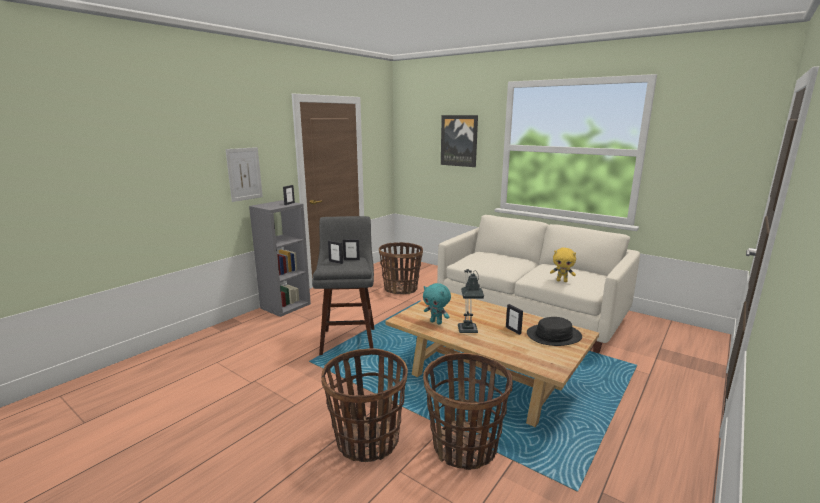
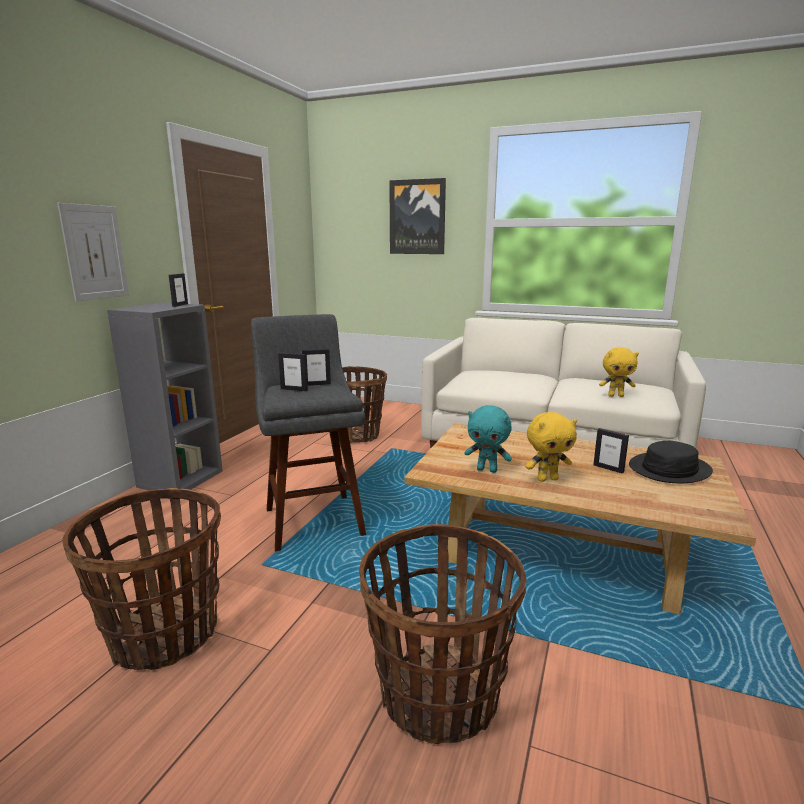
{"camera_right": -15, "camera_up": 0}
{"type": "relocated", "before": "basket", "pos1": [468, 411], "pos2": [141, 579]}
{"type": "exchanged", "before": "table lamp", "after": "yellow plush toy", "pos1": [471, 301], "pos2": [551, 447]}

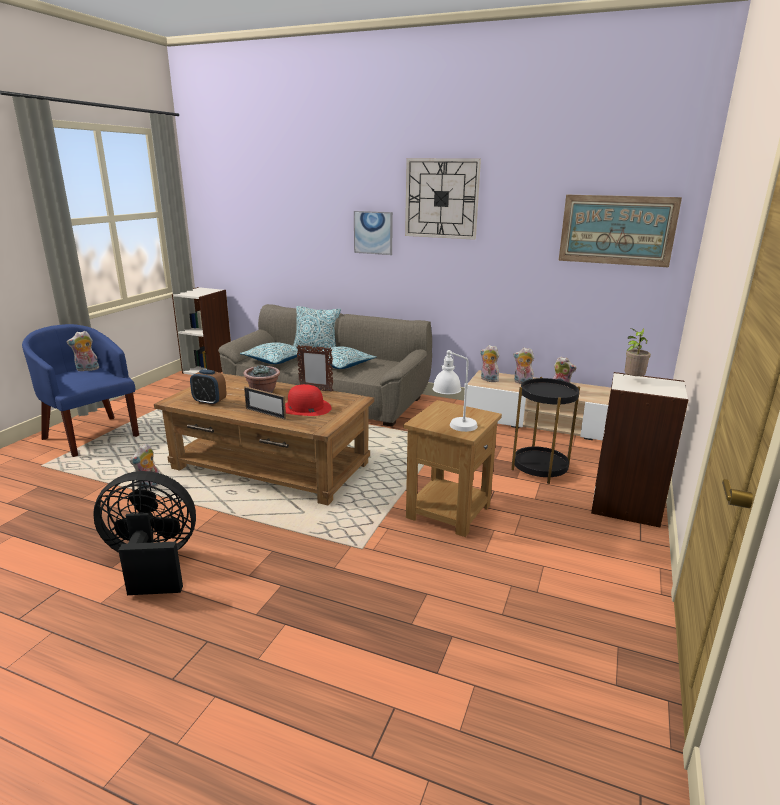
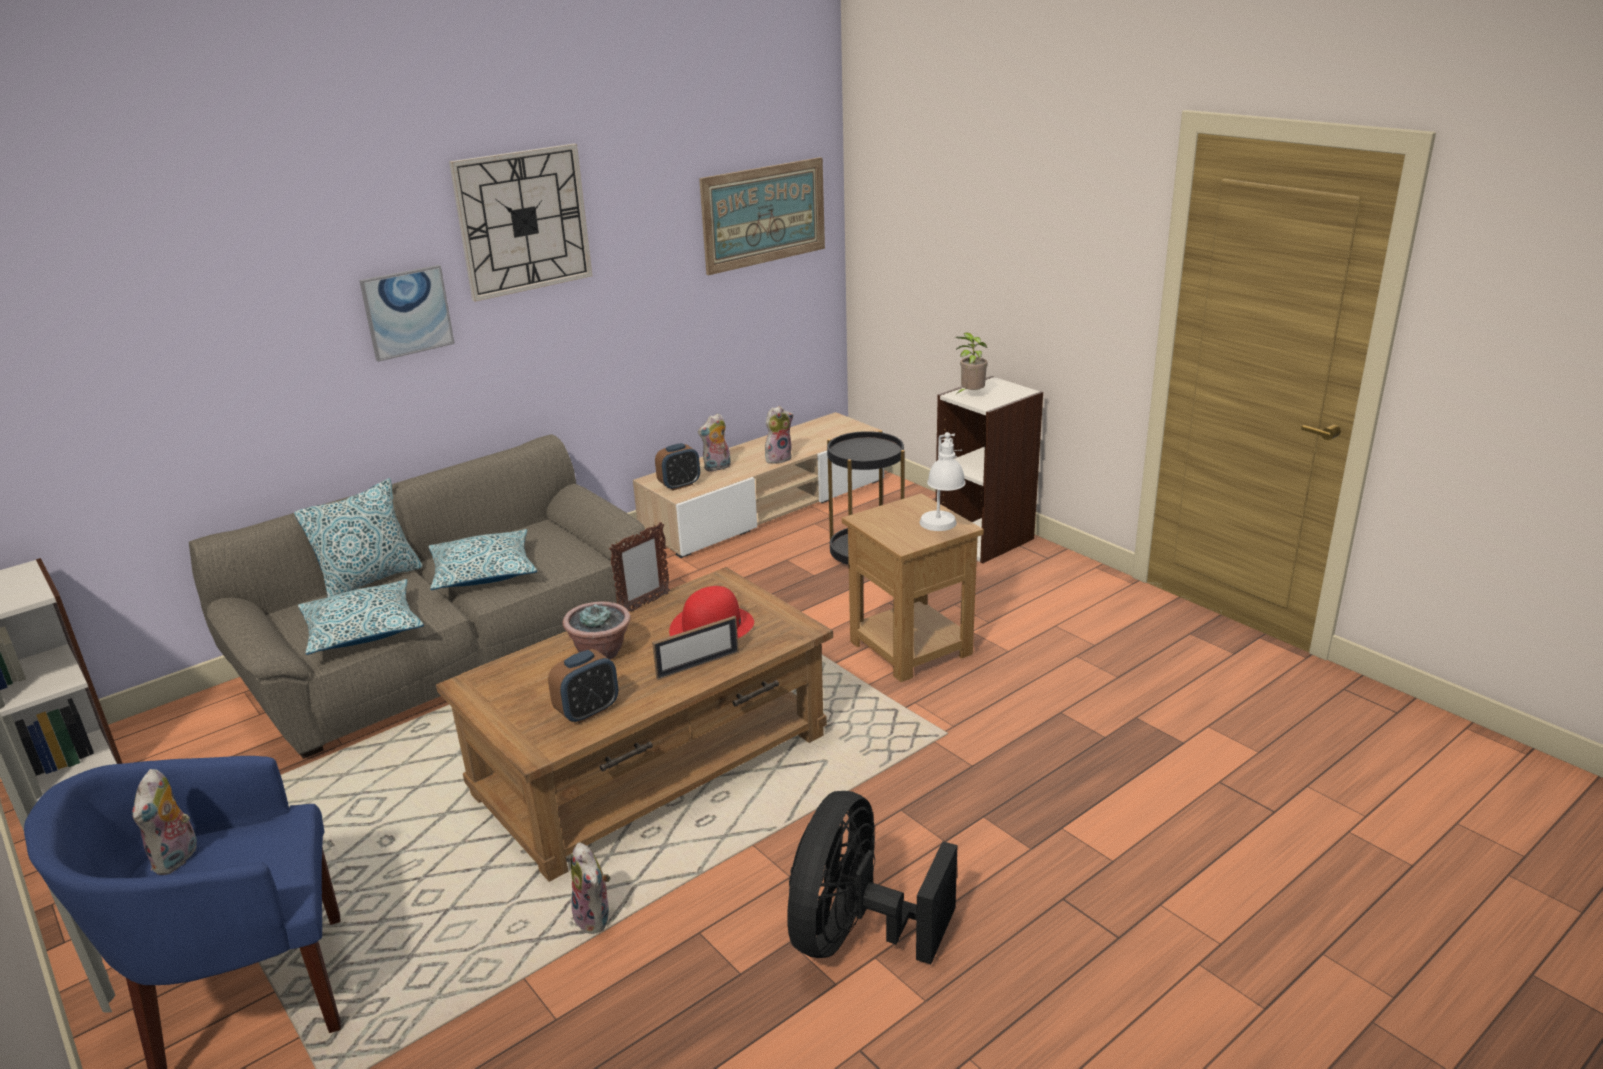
{"camera_right": -60, "camera_up": 5}
{"type": "exchanged", "before": "plush toy", "after": "alarm clock", "pos1": [489, 363], "pos2": [677, 467]}

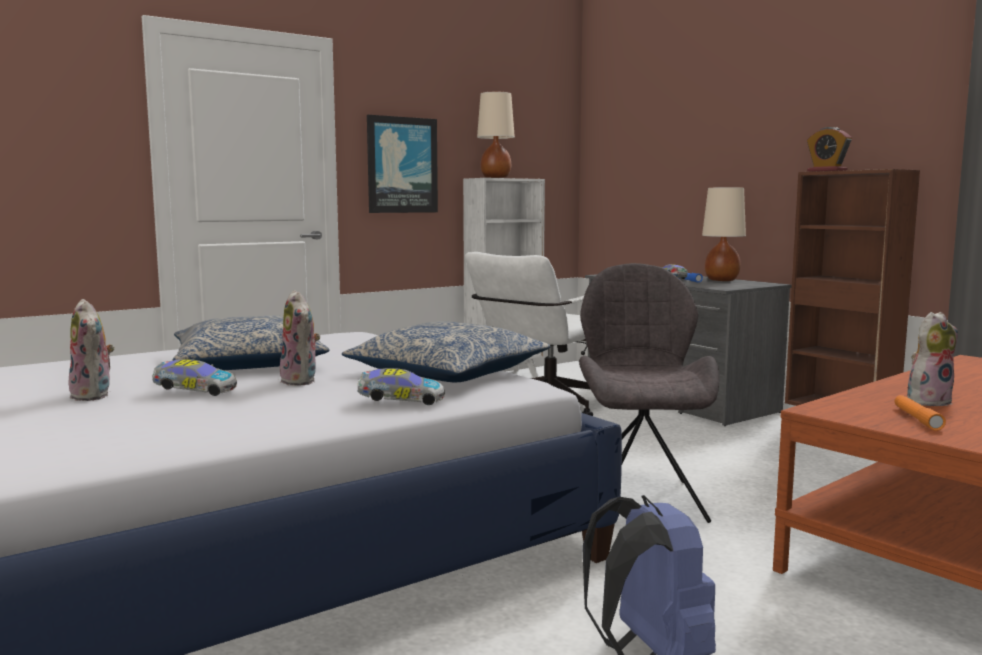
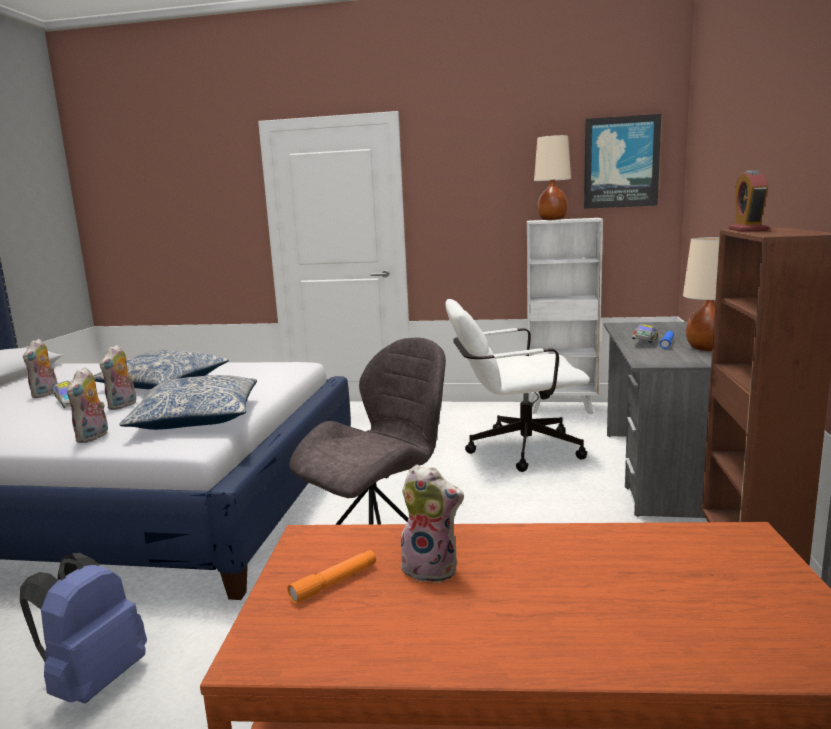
{"camera_right": 45, "camera_up": 5}
{"type": "exchanged", "before": "toy car", "after": "plush toy", "pos1": [401, 386], "pos2": [87, 405]}
{"type": "relocated", "before": "picture", "pos1": [402, 164], "pos2": [622, 161]}

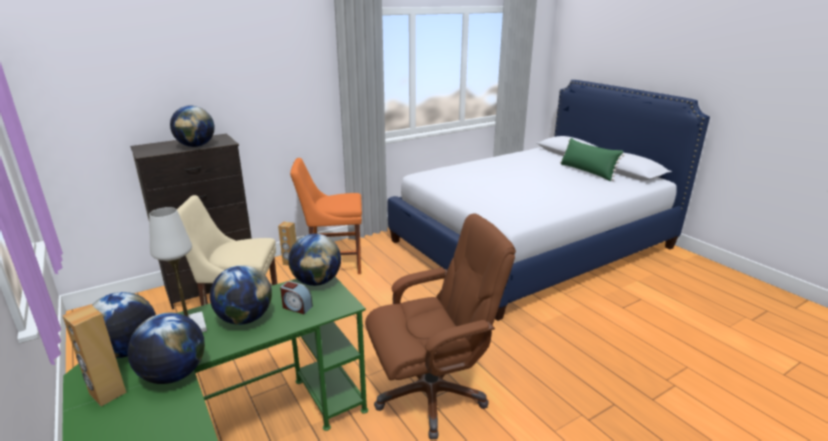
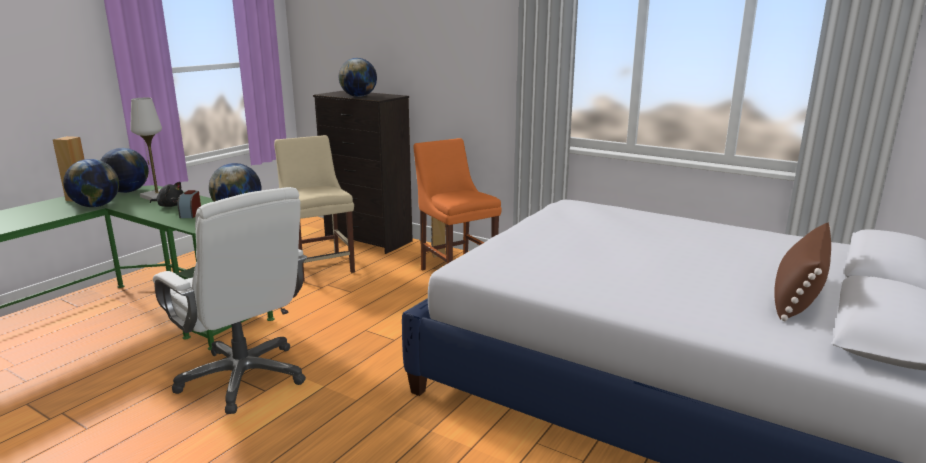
{"camera_right": 65, "camera_up": -5}
{"type": "exchanged", "before": "globe", "after": "black plush toy", "pos1": [241, 295], "pos2": [167, 194]}
{"type": "colour", "before": "brown office chair", "after": "white office chair", "pos1": [440, 326], "pos2": [230, 300]}
{"type": "colour", "before": "green pillow", "after": "brown pillow", "pos1": [592, 159], "pos2": [802, 271]}

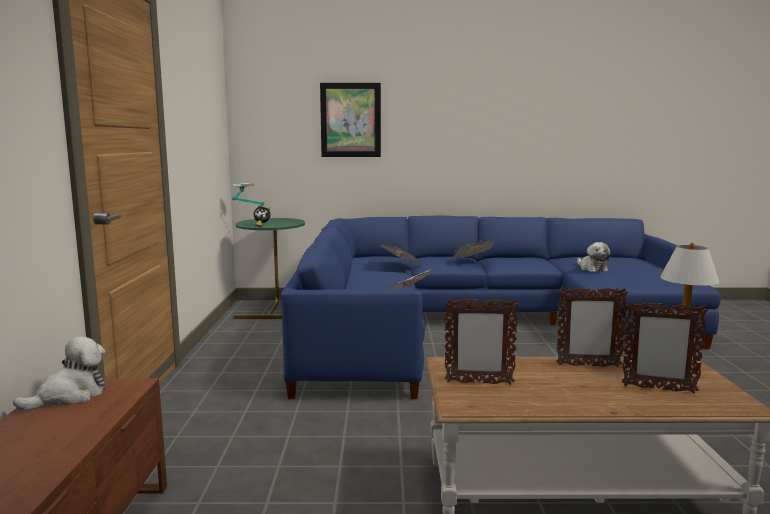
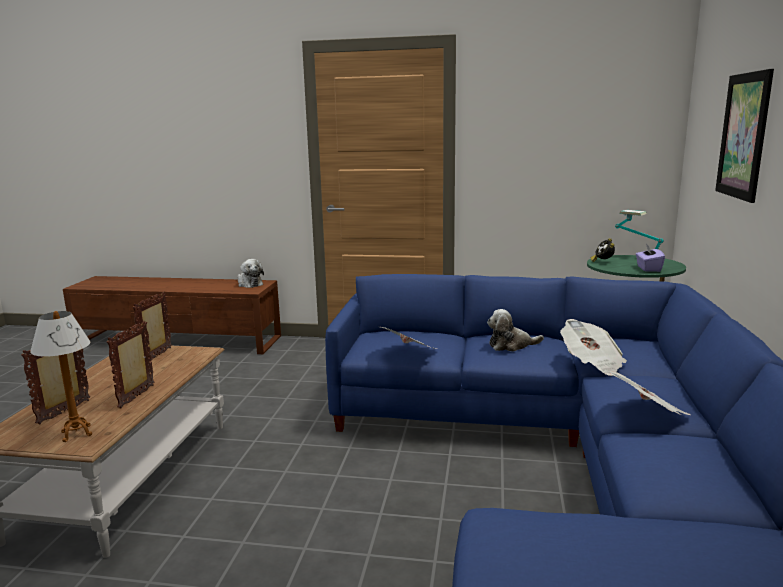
{"camera_right": 100, "camera_up": 5}
{"type": "relocated", "before": "plush toy", "pos1": [593, 257], "pos2": [515, 330]}
{"type": "appeared", "after": "purple tissue box", "pos2": [650, 258]}

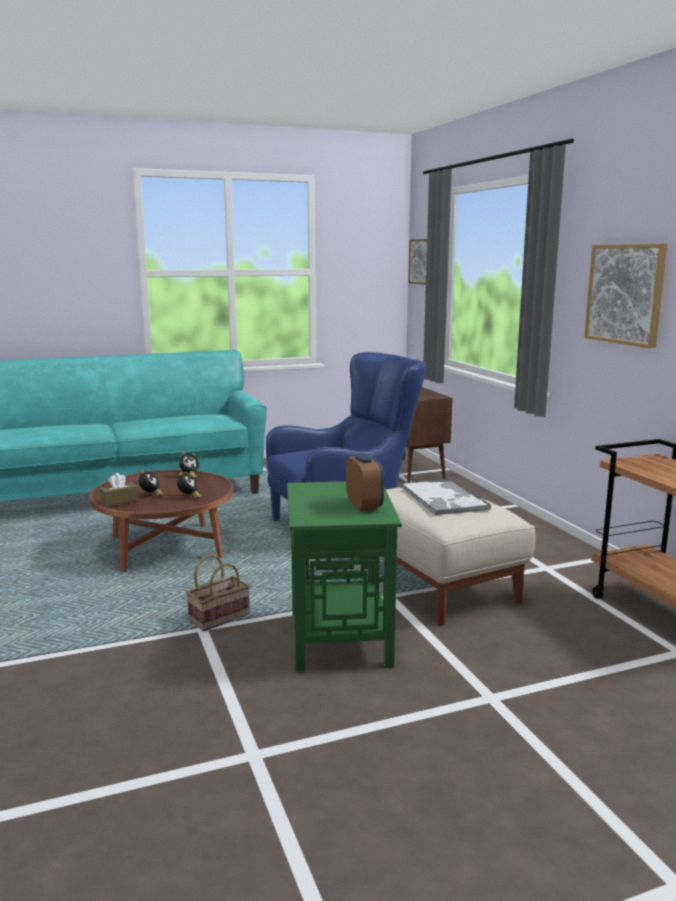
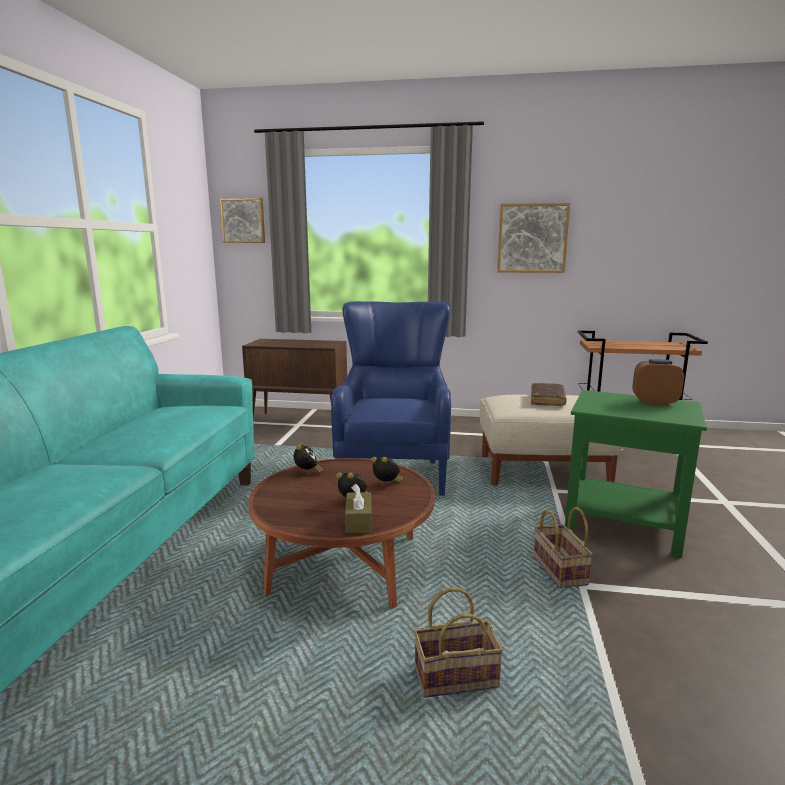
{"camera_right": -60, "camera_up": 0}
{"type": "appeared", "after": "basket", "pos2": [458, 643]}
{"type": "exchanged", "before": "tray", "after": "brown book", "pos1": [446, 497], "pos2": [549, 394]}

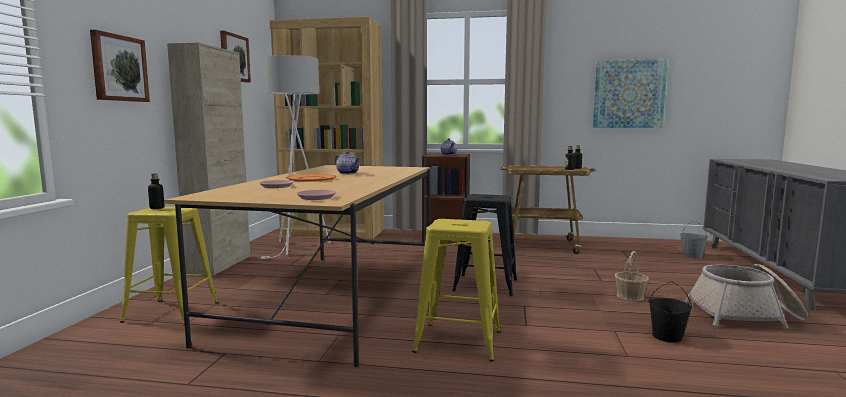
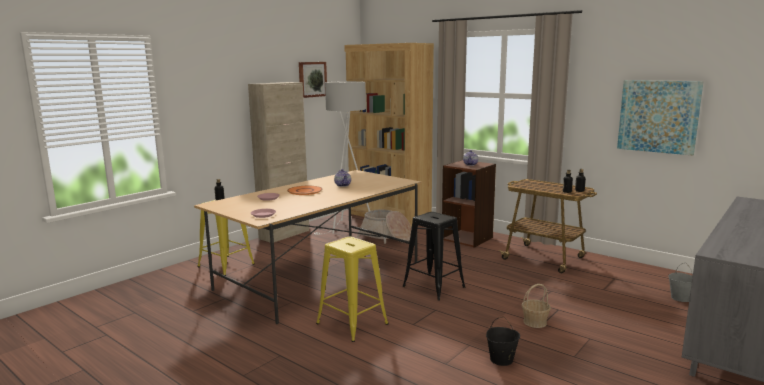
{"camera_right": 30, "camera_up": 5}
{"type": "relocated", "before": "basket", "pos1": [746, 296], "pos2": [384, 227]}
{"type": "missing", "before": "picture", "pos1": [120, 66]}

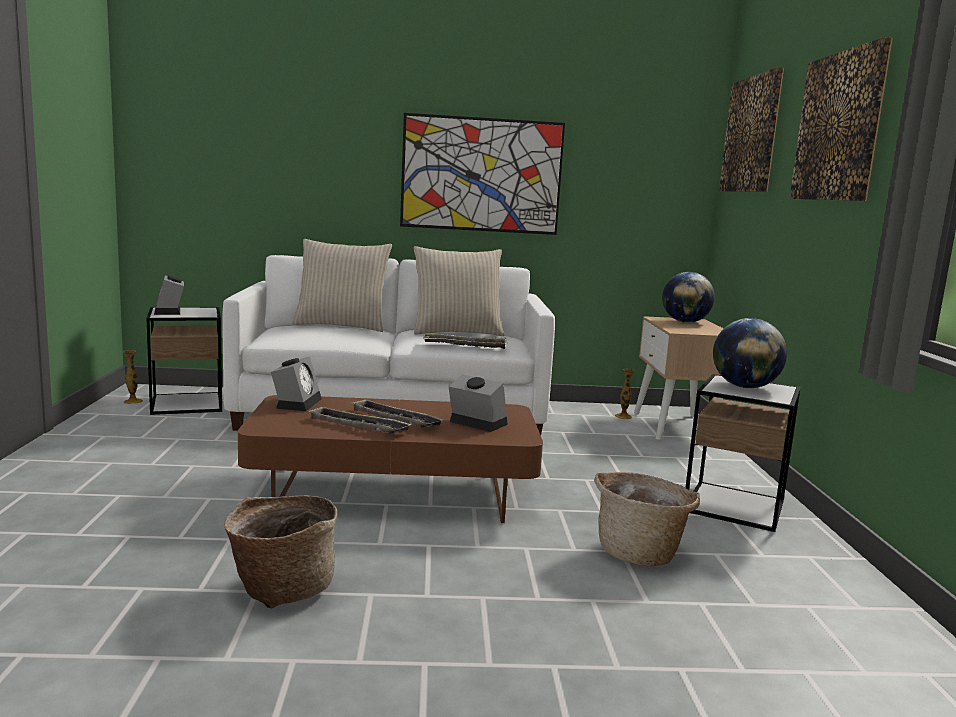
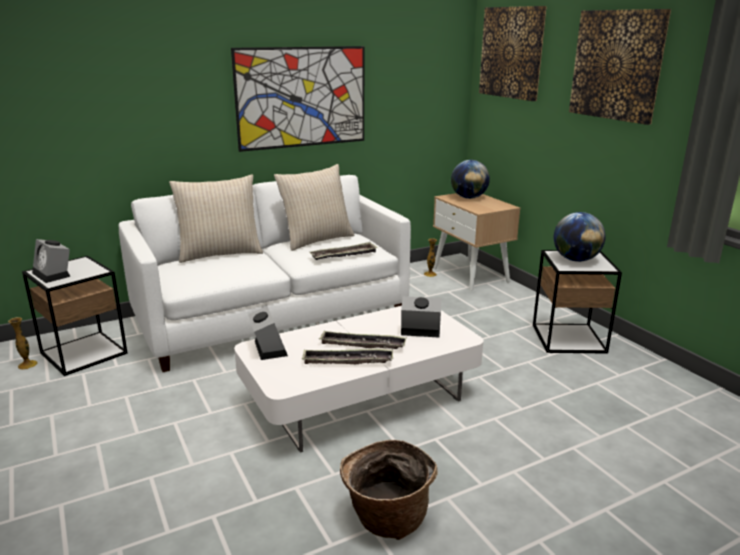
{"camera_right": -25, "camera_up": 10}
{"type": "colour", "before": "brown coffee table", "after": "white coffee table", "pos1": [390, 459], "pos2": [358, 379]}
{"type": "missing", "before": "basket", "pos1": [647, 519]}

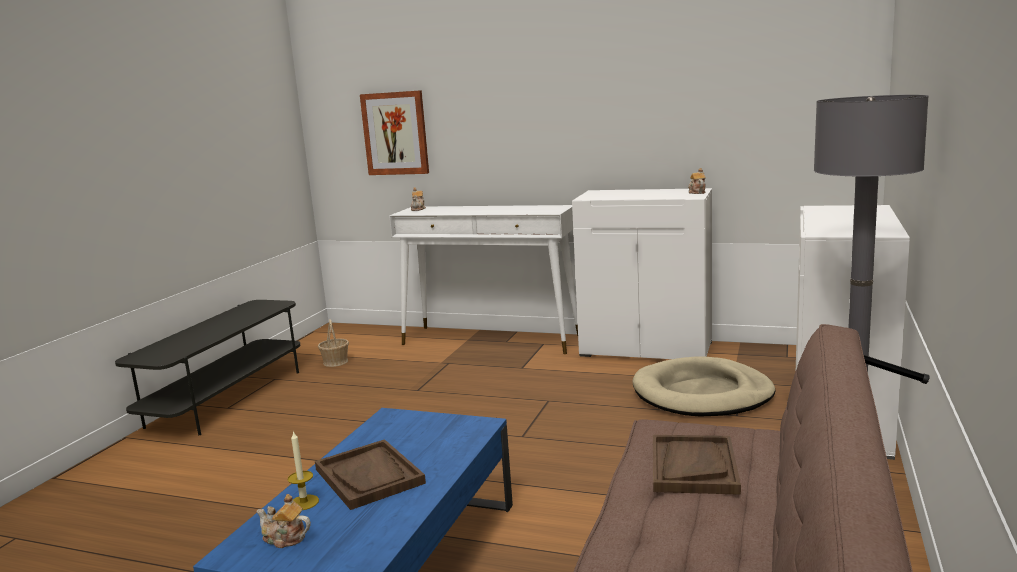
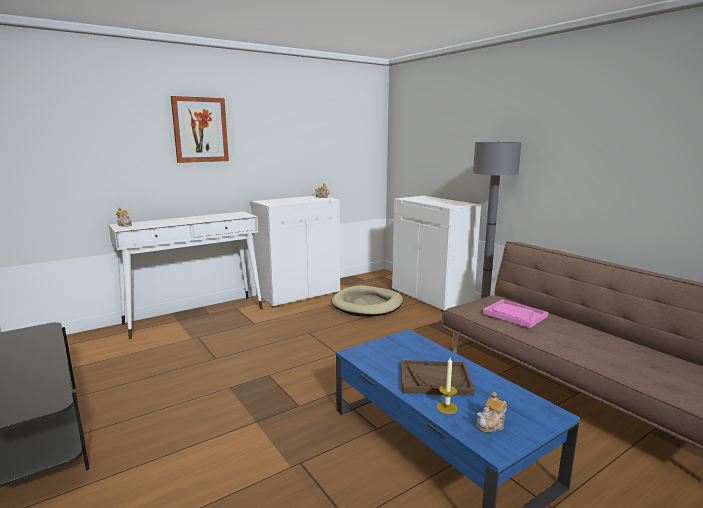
{"camera_right": -55, "camera_up": 0}
{"type": "relocated", "before": "picture", "pos1": [394, 132], "pos2": [200, 129]}
{"type": "colour", "before": "brown tray", "after": "pink tray", "pos1": [697, 465], "pos2": [515, 314]}
{"type": "missing", "before": "basket", "pos1": [333, 343]}

